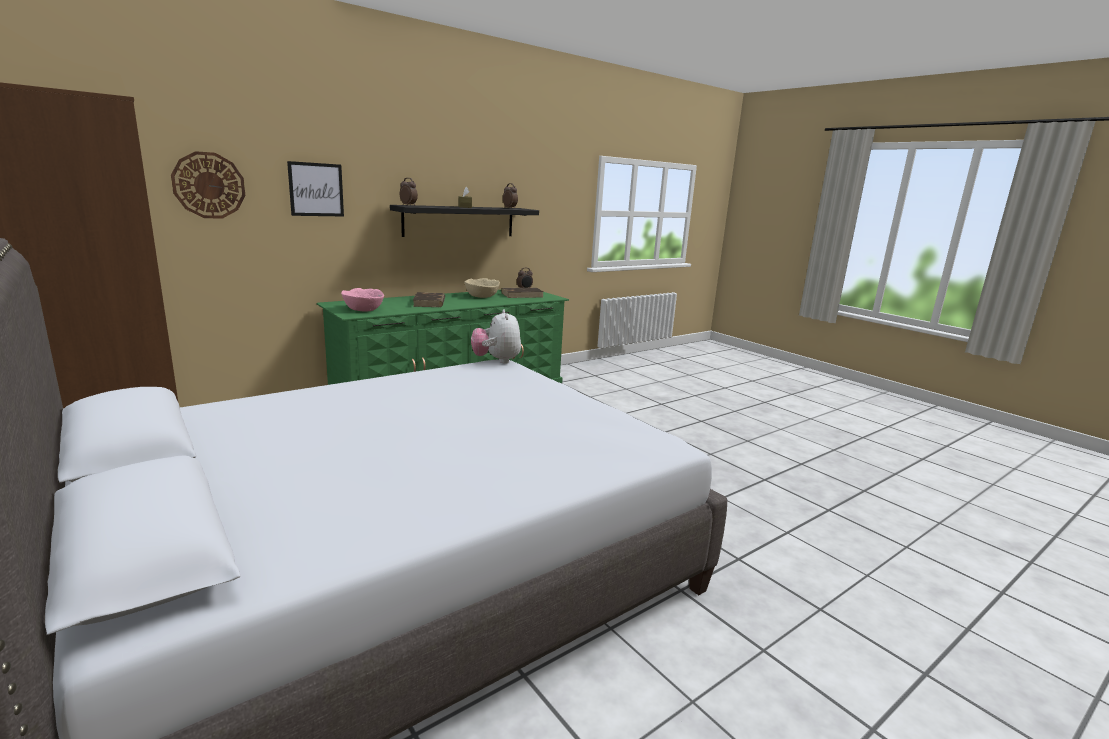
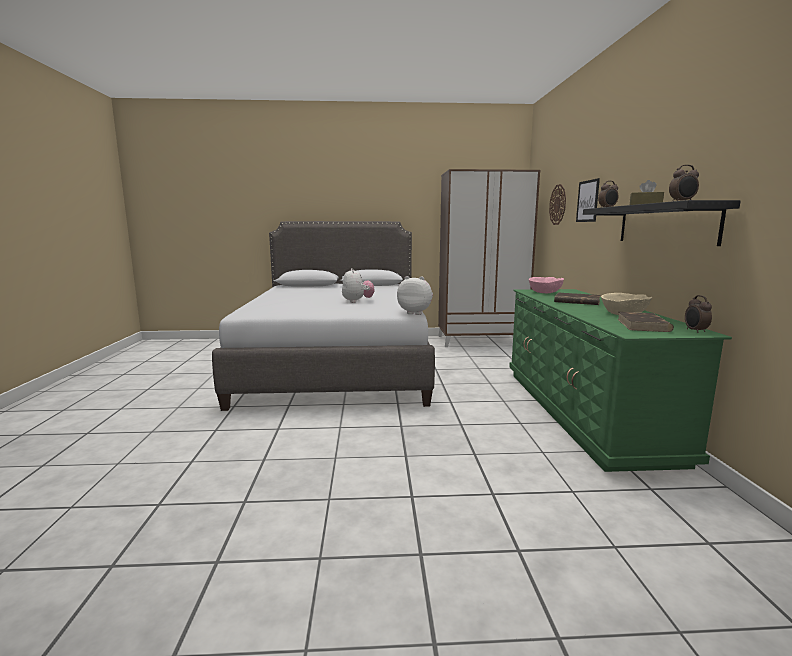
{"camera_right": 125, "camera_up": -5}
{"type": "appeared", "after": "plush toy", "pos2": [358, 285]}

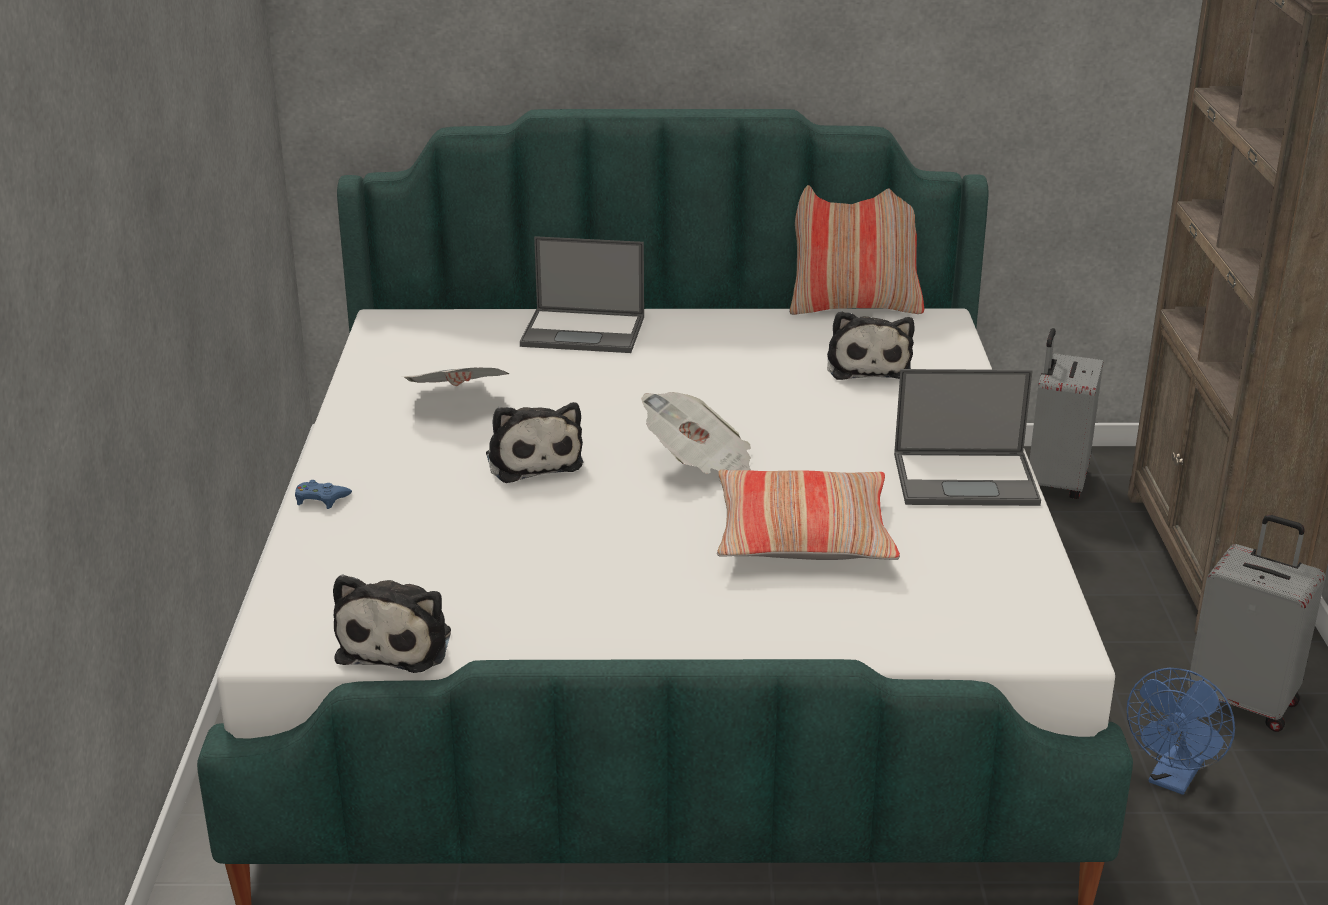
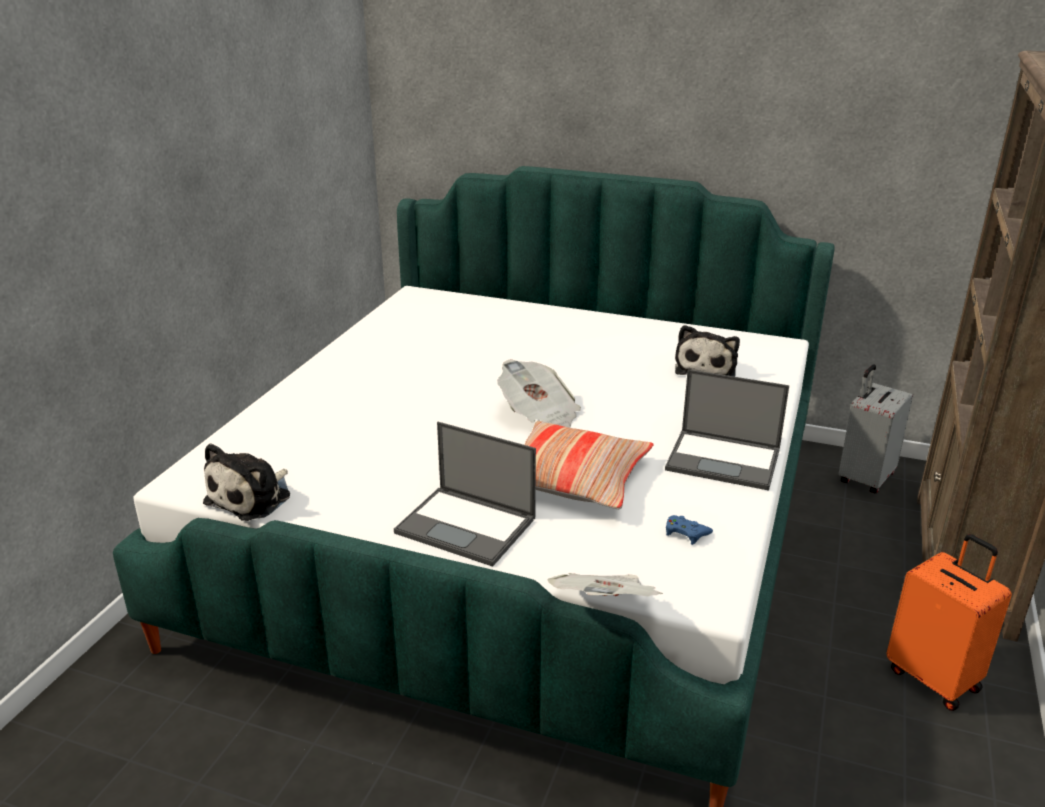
{"camera_right": 20, "camera_up": 0}
{"type": "relocated", "before": "laptop", "pos1": [582, 294], "pos2": [465, 494]}
{"type": "relocated", "before": "newspaper", "pos1": [457, 377], "pos2": [605, 584]}
{"type": "relocated", "before": "blue game controller", "pos1": [323, 494], "pos2": [689, 530]}
{"type": "colour", "before": "grey suitcase", "after": "orange suitcase", "pos1": [1257, 623], "pos2": [949, 622]}
{"type": "missing", "before": "plush toy", "pos1": [534, 442]}
{"type": "missing", "before": "pillow", "pos1": [857, 250]}
{"type": "missing", "before": "blue fan", "pos1": [1181, 731]}

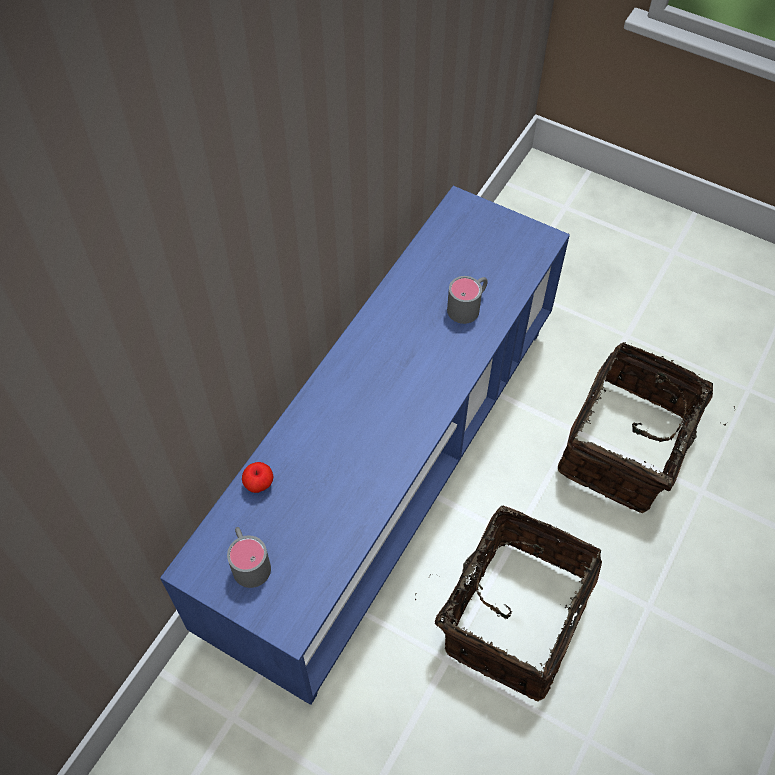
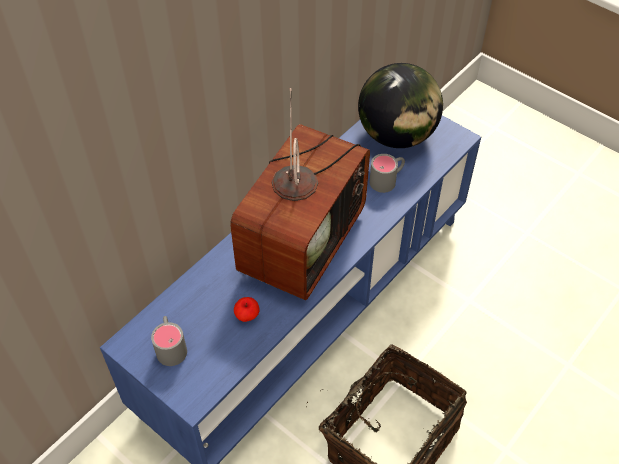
{"camera_right": 10, "camera_up": -5}
{"type": "appeared", "after": "television", "pos2": [300, 194]}
{"type": "relocated", "before": "apple", "pos1": [257, 477], "pos2": [247, 309]}
{"type": "appeared", "after": "globe", "pos2": [400, 105]}
{"type": "missing", "before": "basket", "pos1": [647, 427]}

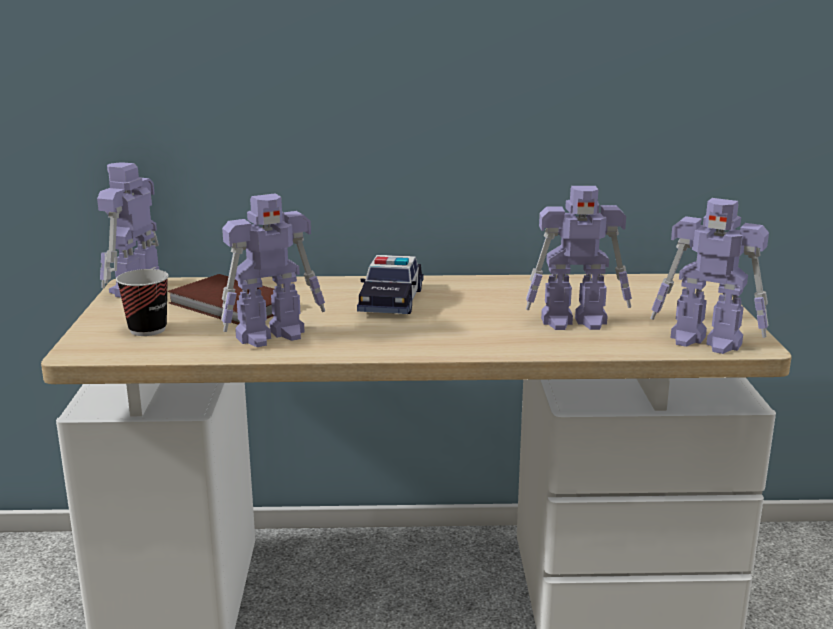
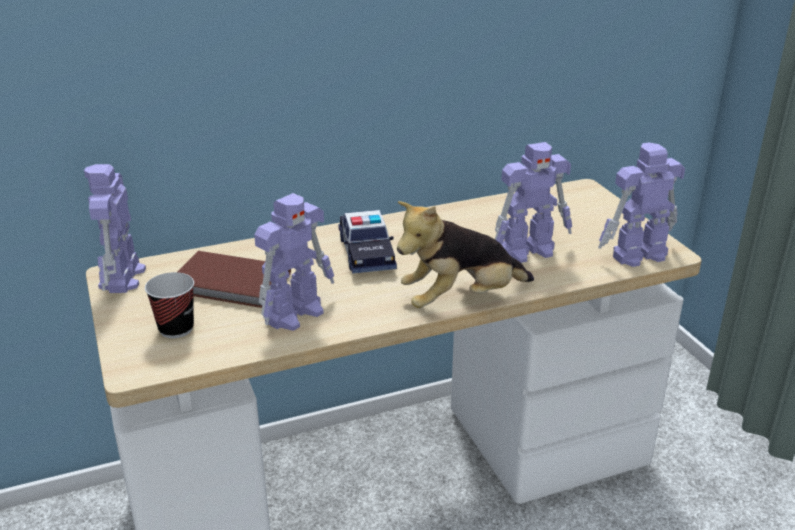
{"camera_right": -20, "camera_up": 10}
{"type": "appeared", "after": "plush toy", "pos2": [465, 254]}
{"type": "spun", "before": "toy robot", "pos1": [709, 276], "pos2": [641, 204], "turn": 150}

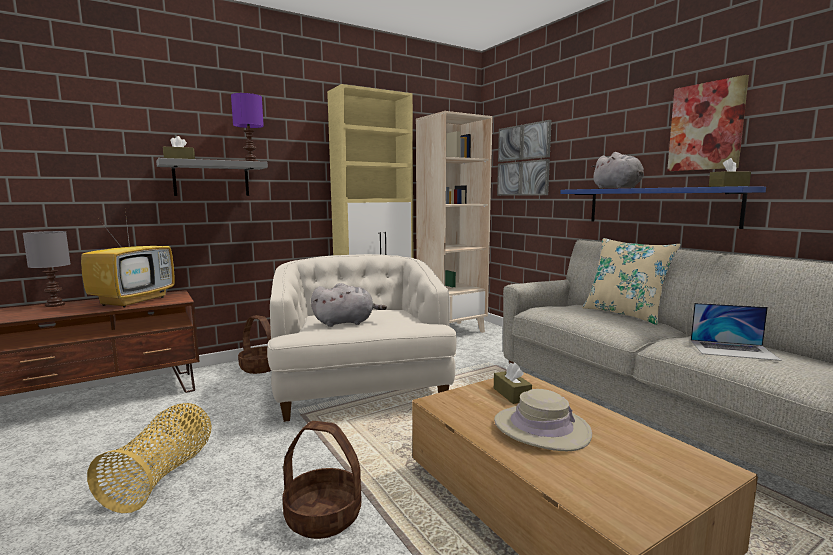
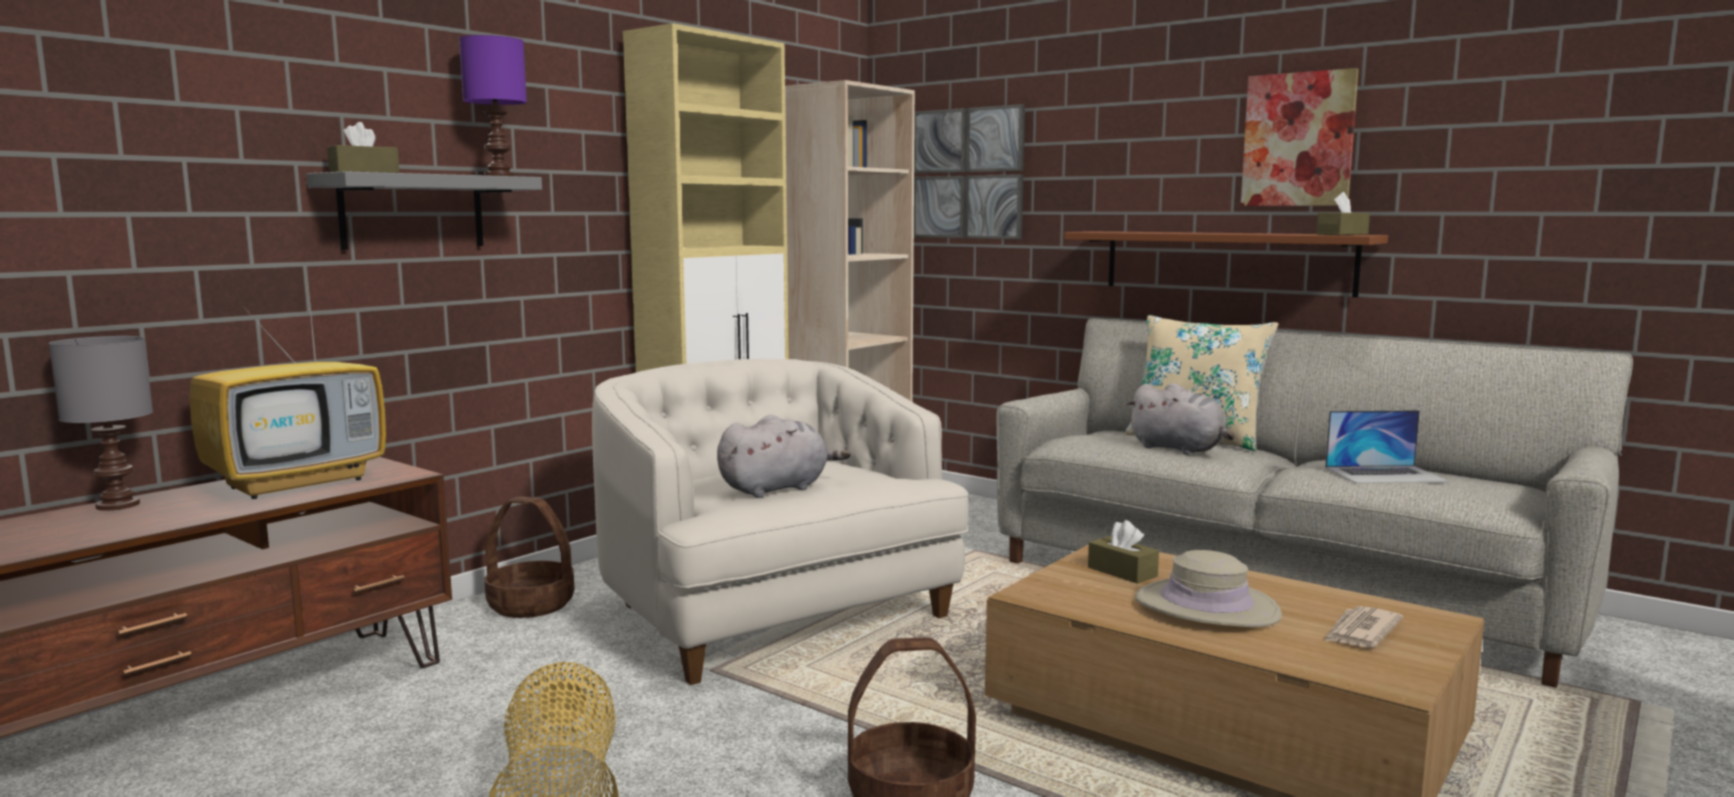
{"camera_right": -20, "camera_up": 0}
{"type": "spun", "before": "television", "pos1": [128, 259], "pos2": [288, 393], "turn": 45}
{"type": "colour", "before": "blue shelf", "after": "brown shelf", "pos1": [663, 207], "pos2": [1226, 264]}
{"type": "relocated", "before": "grey plush toy", "pos1": [617, 170], "pos2": [1180, 419]}
{"type": "appeared", "after": "newspaper", "pos2": [1363, 627]}

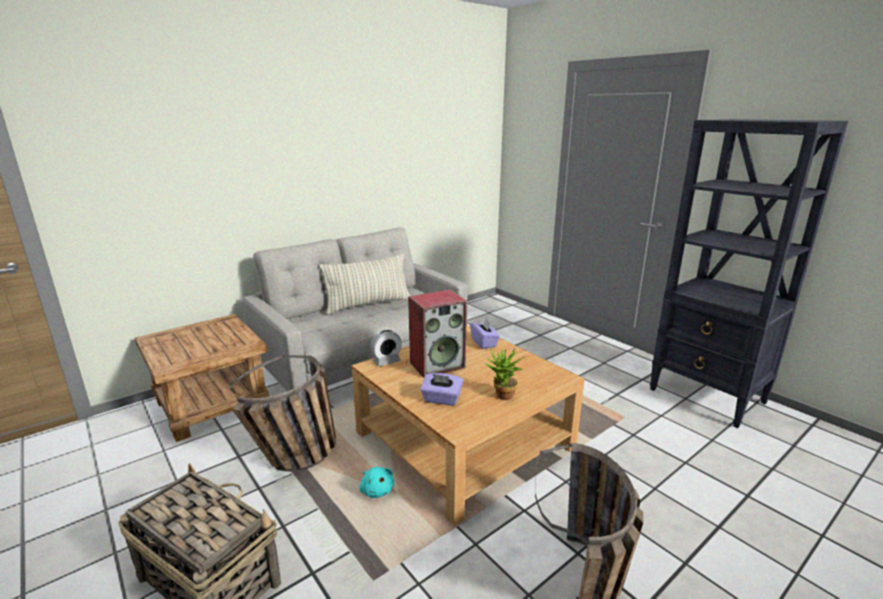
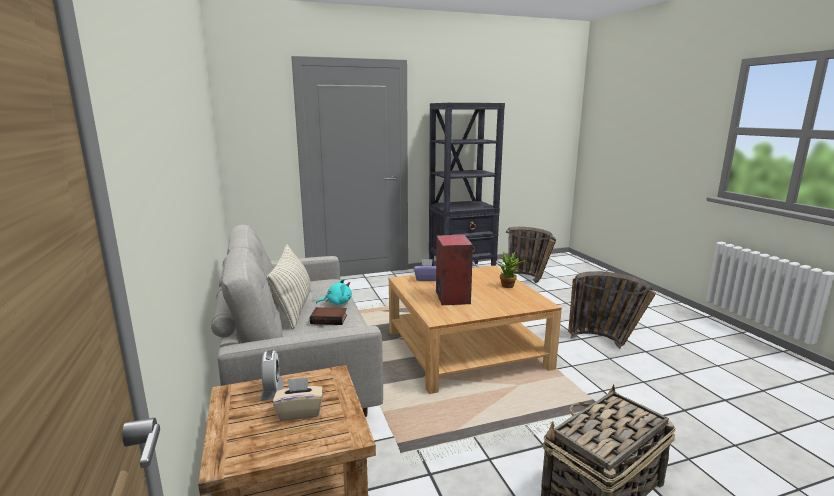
{"camera_right": -70, "camera_up": -5}
{"type": "relocated", "before": "alarm clock", "pos1": [386, 348], "pos2": [272, 375]}
{"type": "appeared", "after": "beige tissue box", "pos2": [298, 399]}
{"type": "appeared", "after": "book", "pos2": [328, 316]}
{"type": "relocated", "before": "turquoise plush toy", "pos1": [376, 482], "pos2": [334, 292]}
{"type": "relocated", "before": "basket", "pos1": [283, 413], "pos2": [531, 255]}
{"type": "missing", "before": "purple tissue box", "pos1": [441, 389]}

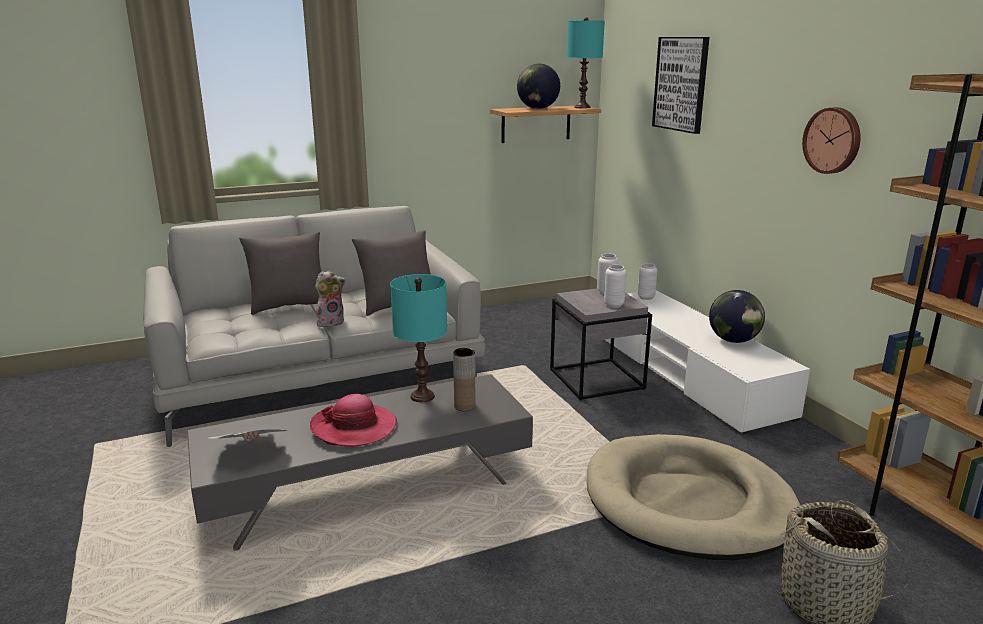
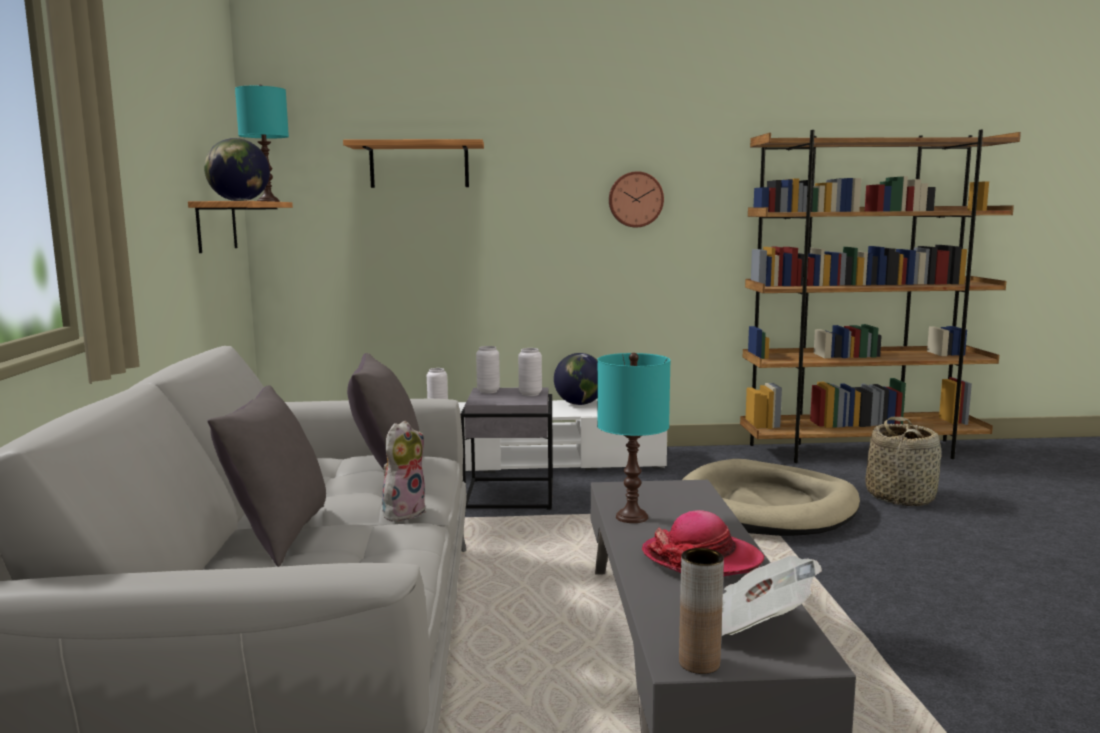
{"camera_right": -70, "camera_up": -10}
{"type": "exchanged", "before": "picture", "after": "shelf", "pos1": [680, 85], "pos2": [413, 163]}
{"type": "spun", "before": "plush toy", "pos1": [330, 298], "pos2": [404, 471], "turn": 45}
{"type": "relocated", "before": "brown vase", "pos1": [464, 379], "pos2": [701, 611]}

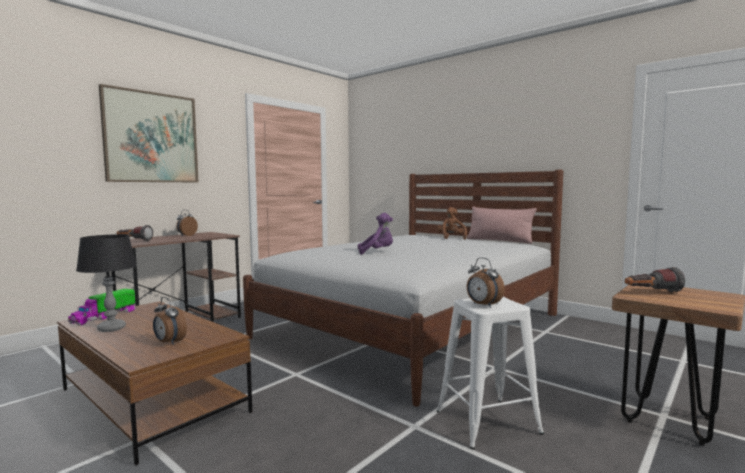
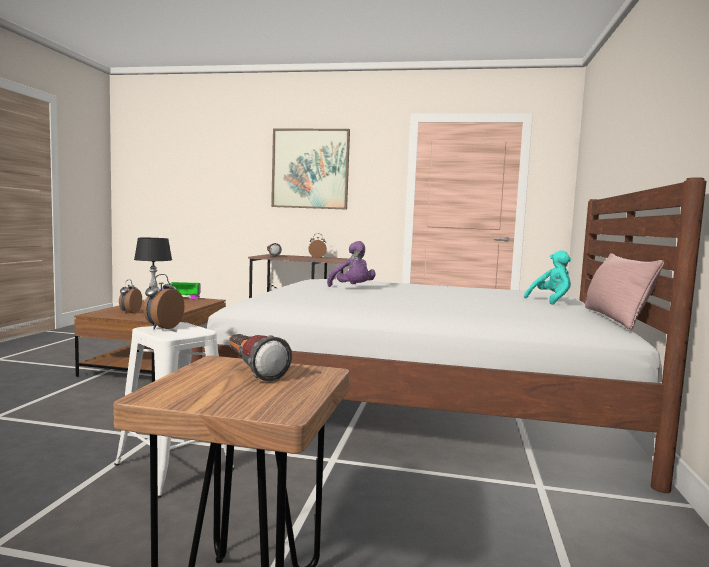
{"camera_right": 60, "camera_up": 0}
{"type": "colour", "before": "brown plush toy", "after": "turquoise plush toy", "pos1": [452, 223], "pos2": [547, 277]}

